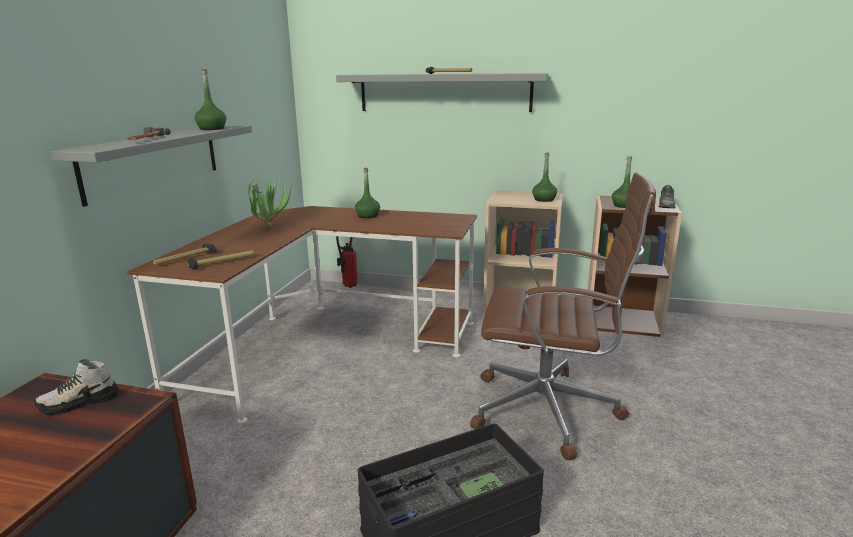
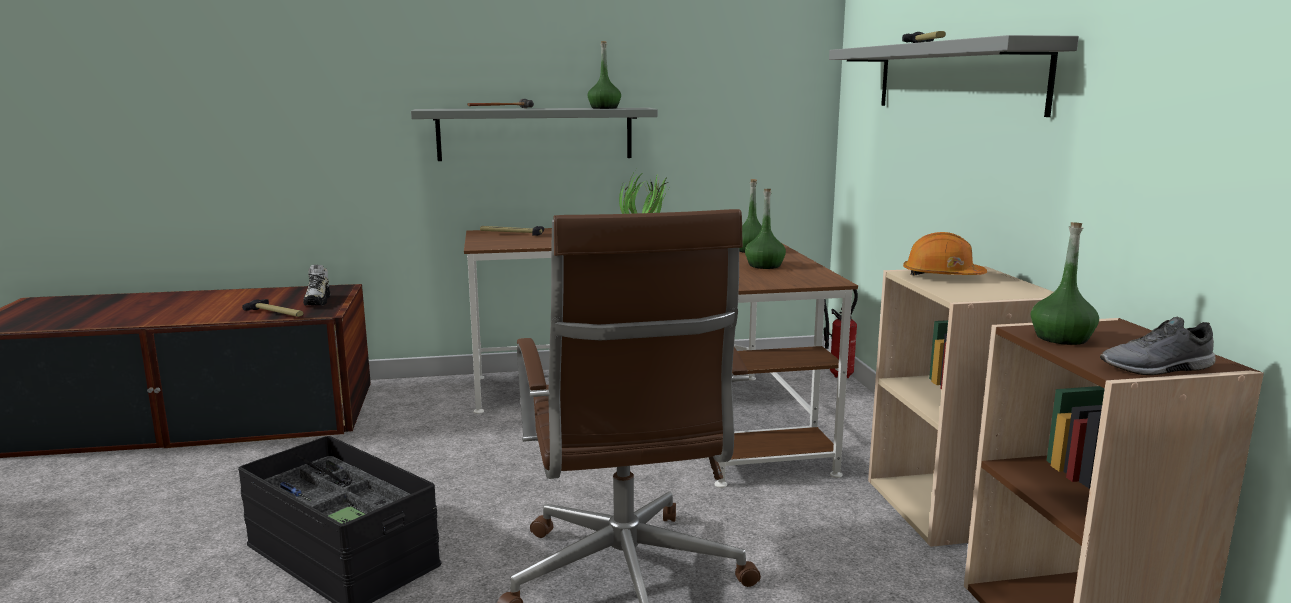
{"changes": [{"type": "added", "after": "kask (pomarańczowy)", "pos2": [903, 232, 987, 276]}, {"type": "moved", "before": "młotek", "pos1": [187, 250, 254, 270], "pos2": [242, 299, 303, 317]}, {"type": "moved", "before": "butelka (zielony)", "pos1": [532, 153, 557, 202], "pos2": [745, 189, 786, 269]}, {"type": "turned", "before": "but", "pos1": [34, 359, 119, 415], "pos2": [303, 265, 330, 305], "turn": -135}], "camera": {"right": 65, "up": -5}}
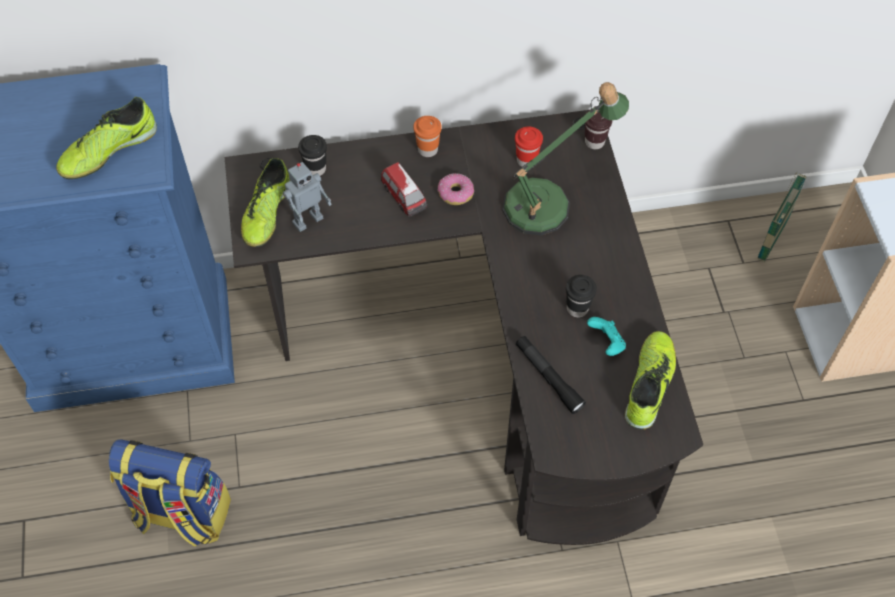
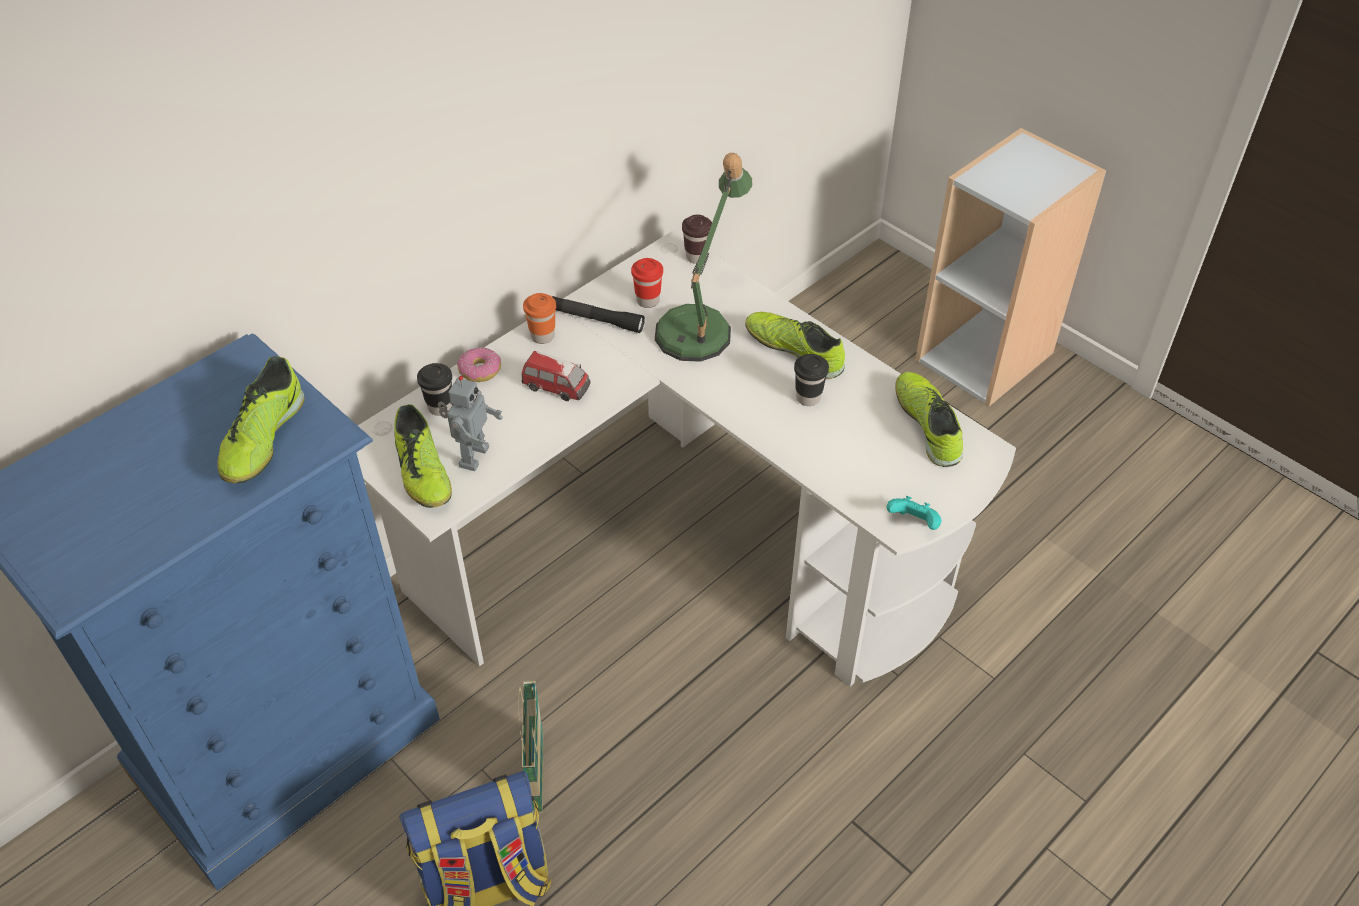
{"changes": [{"type": "added", "after": "but", "pos2": [745, 312, 845, 379]}, {"type": "moved", "before": "donut", "pos1": [437, 173, 474, 205], "pos2": [457, 347, 501, 382]}, {"type": "moved", "before": "latarka (czarny)", "pos1": [516, 336, 586, 414], "pos2": [552, 296, 645, 333]}, {"type": "moved", "before": "pad do gier (turkusowy)", "pos1": [587, 317, 626, 356], "pos2": [887, 496, 941, 530]}, {"type": "moved", "before": "koszyk", "pos1": [757, 172, 806, 262], "pos2": [519, 680, 543, 813]}, {"type": "recoloured", "before": "biurko (czarny)", "after": "biurko (biały)", "pos1": [225, 110, 703, 545], "pos2": [356, 229, 1016, 687]}], "camera": {"right": -35, "up": -10}}
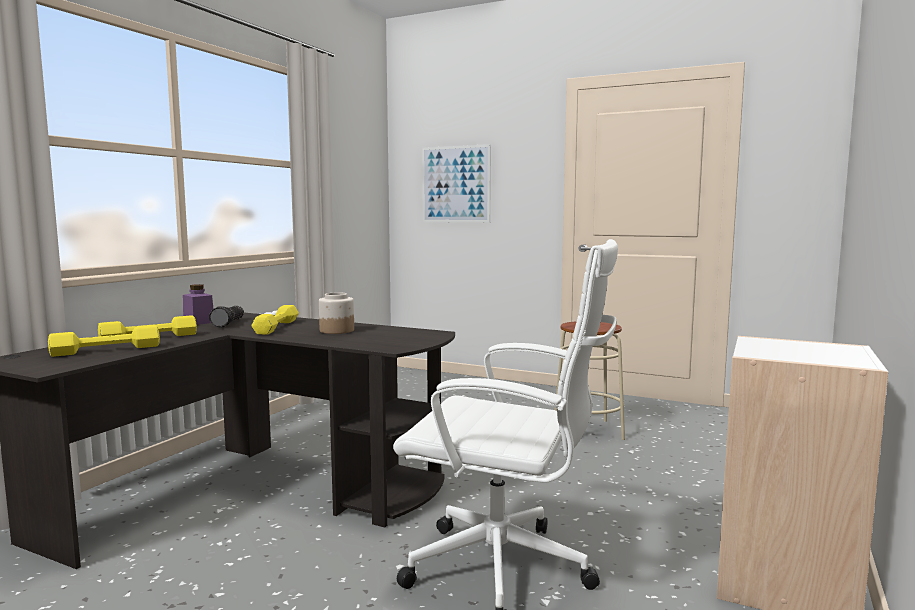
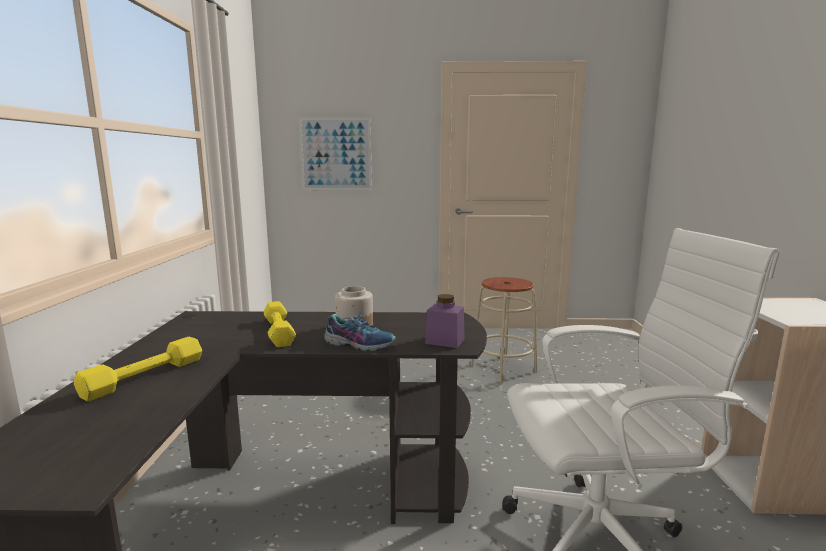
{"changes": [{"type": "removed", "before": "hantel (żółty)", "pos1": [48, 325, 160, 357]}, {"type": "removed", "before": "latarka", "pos1": [209, 306, 244, 327]}, {"type": "added", "after": "but", "pos2": [324, 310, 396, 352]}, {"type": "moved", "before": "słoik (fioletowy)", "pos1": [183, 284, 213, 325], "pos2": [425, 294, 465, 348]}], "camera": {"right": -25, "up": 5}}
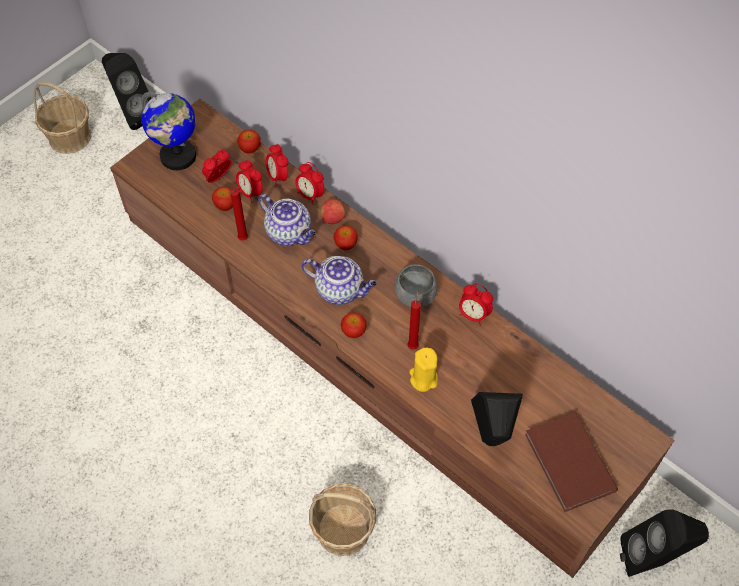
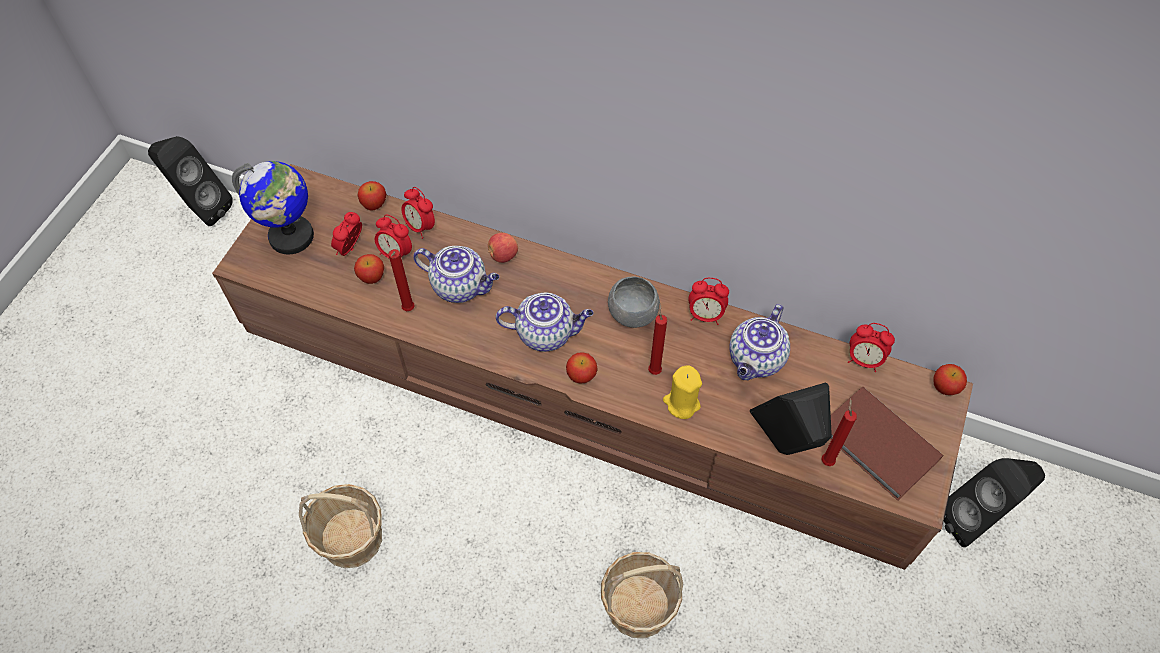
{"changes": [{"type": "added", "after": "imbryk", "pos2": [730, 304, 790, 380]}, {"type": "added", "after": "świeca (czerwony)", "pos2": [821, 398, 857, 466]}, {"type": "moved", "before": "koszyk", "pos1": [33, 82, 91, 154], "pos2": [299, 484, 382, 568]}, {"type": "moved", "before": "budzik", "pos1": [295, 162, 324, 205], "pos2": [848, 323, 895, 372]}, {"type": "moved", "before": "jabłko", "pos1": [334, 225, 358, 250], "pos2": [933, 364, 967, 395]}], "camera": {"right": -20, "up": 0}}
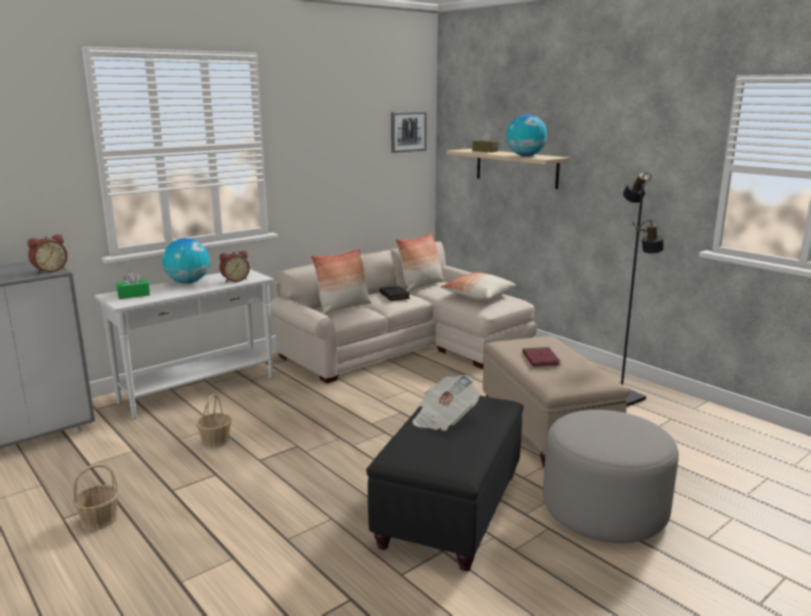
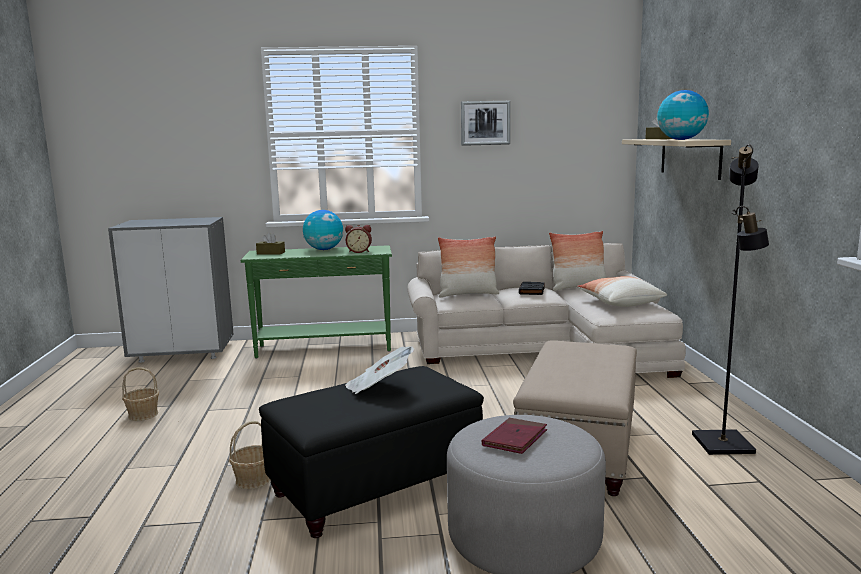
{"changes": [{"type": "removed", "before": "budzik", "pos1": [28, 234, 68, 274]}, {"type": "moved", "before": "koszyk", "pos1": [196, 394, 232, 448], "pos2": [229, 421, 271, 489]}, {"type": "moved", "before": "obraz", "pos1": [391, 111, 427, 153], "pos2": [461, 101, 510, 146]}, {"type": "moved", "before": "książka (czerwony)", "pos1": [523, 347, 560, 367], "pos2": [482, 418, 547, 454]}, {"type": "recoloured", "before": "stolik konsolowy (biały)", "after": "stolik konsolowy (zielony)", "pos1": [95, 269, 274, 419], "pos2": [241, 245, 392, 359]}, {"type": "recoloured", "before": "pudełko chusteczek (zielony)", "after": "pudełko chusteczek (brązowy)", "pos1": [116, 271, 150, 299], "pos2": [256, 232, 285, 255]}], "camera": {"right": 35, "up": -5}}
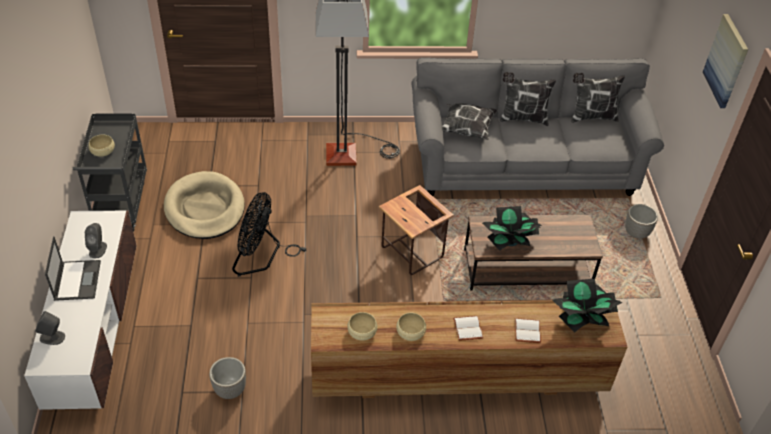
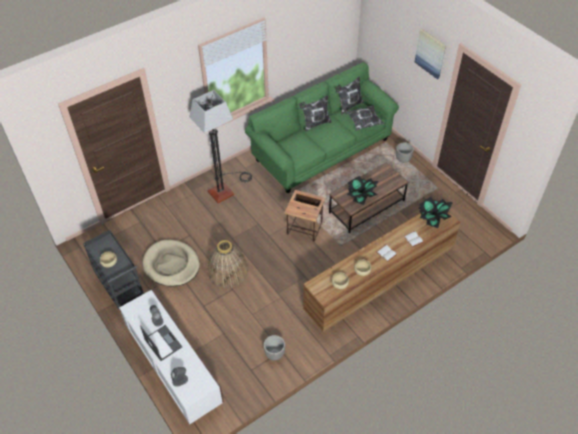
{"changes": [{"type": "moved", "before": "poduszka", "pos1": [442, 103, 498, 140], "pos2": [344, 105, 384, 130]}, {"type": "replaced", "before": "wentylator (czarny)", "after": "koszyk", "pos1": [232, 192, 306, 277], "pos2": [208, 240, 248, 288]}, {"type": "recoloured", "before": "kanapa (szary)", "after": "kanapa (zielony)", "pos1": [412, 58, 664, 196], "pos2": [245, 62, 399, 193]}], "camera": {"right": -30, "up": 5}}
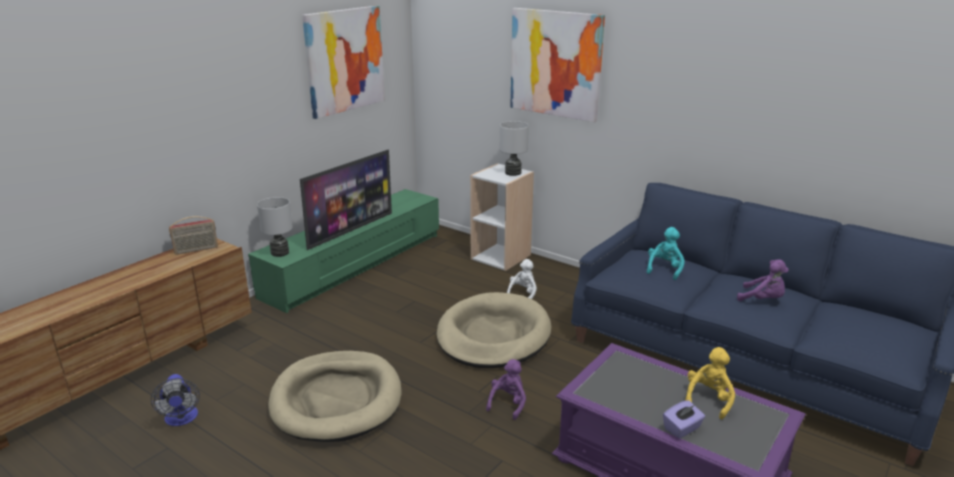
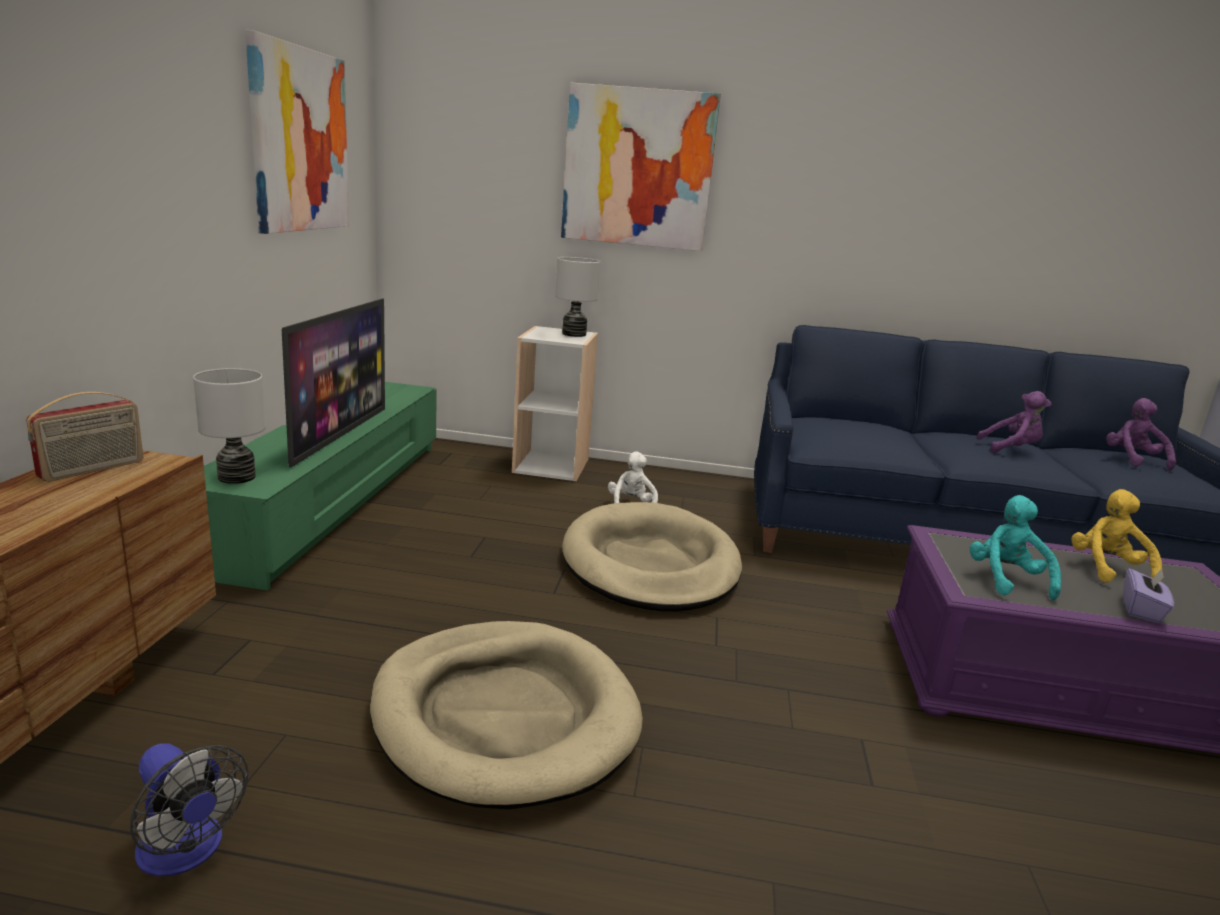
{"changes": [{"type": "moved", "before": "pluszak (fioletowy)", "pos1": [486, 359, 526, 420], "pos2": [1106, 398, 1176, 470]}, {"type": "moved", "before": "pluszak (turkusowy)", "pos1": [647, 227, 685, 280], "pos2": [970, 495, 1061, 600]}], "camera": {"right": -30, "up": -5}}
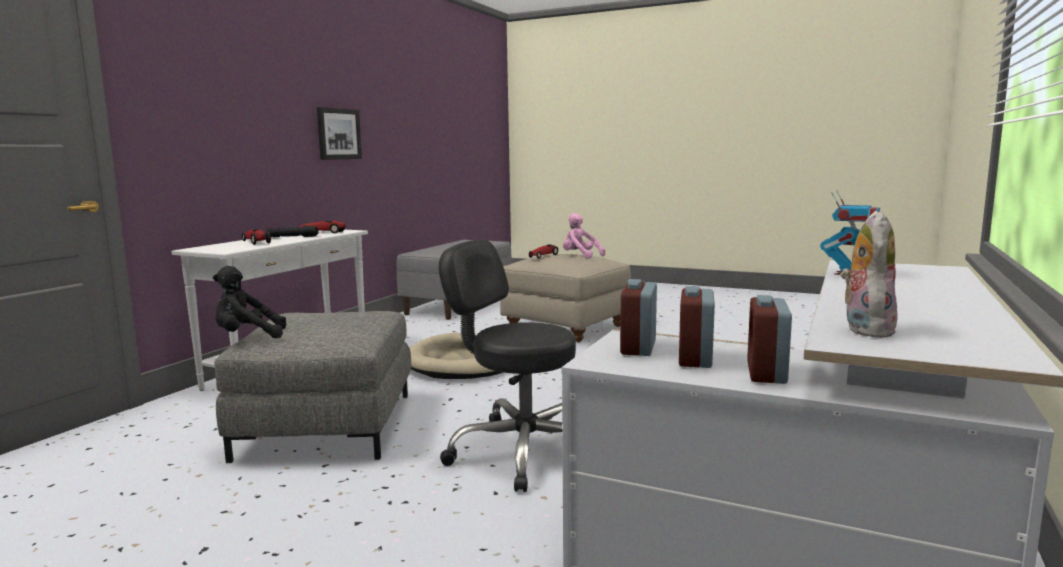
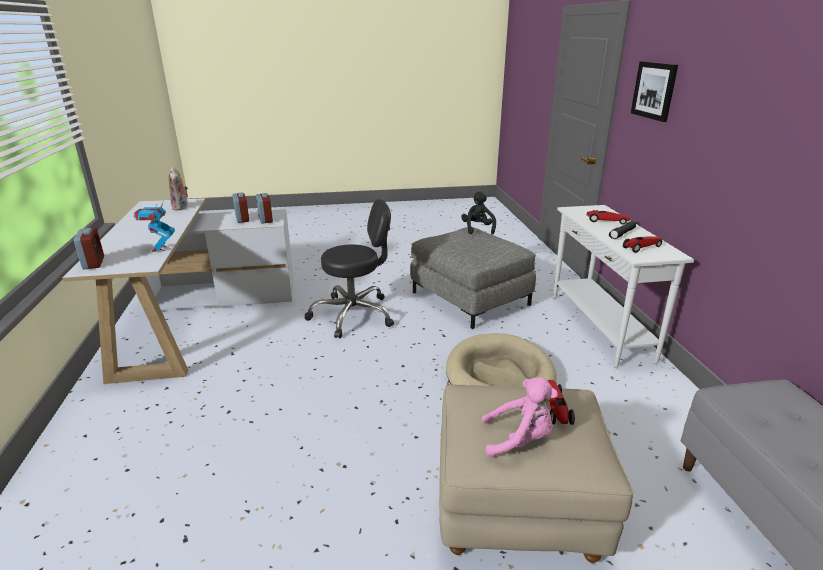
{"changes": [{"type": "moved", "before": "obraz", "pos1": [317, 107, 362, 160], "pos2": [631, 61, 678, 122]}, {"type": "moved", "before": "budzik", "pos1": [747, 295, 792, 384], "pos2": [74, 227, 104, 270]}, {"type": "turned", "before": "pluszak (czarny)", "pos1": [213, 266, 286, 338], "pos2": [461, 192, 496, 235], "turn": -45}], "camera": {"right": 145, "up": 15}}
